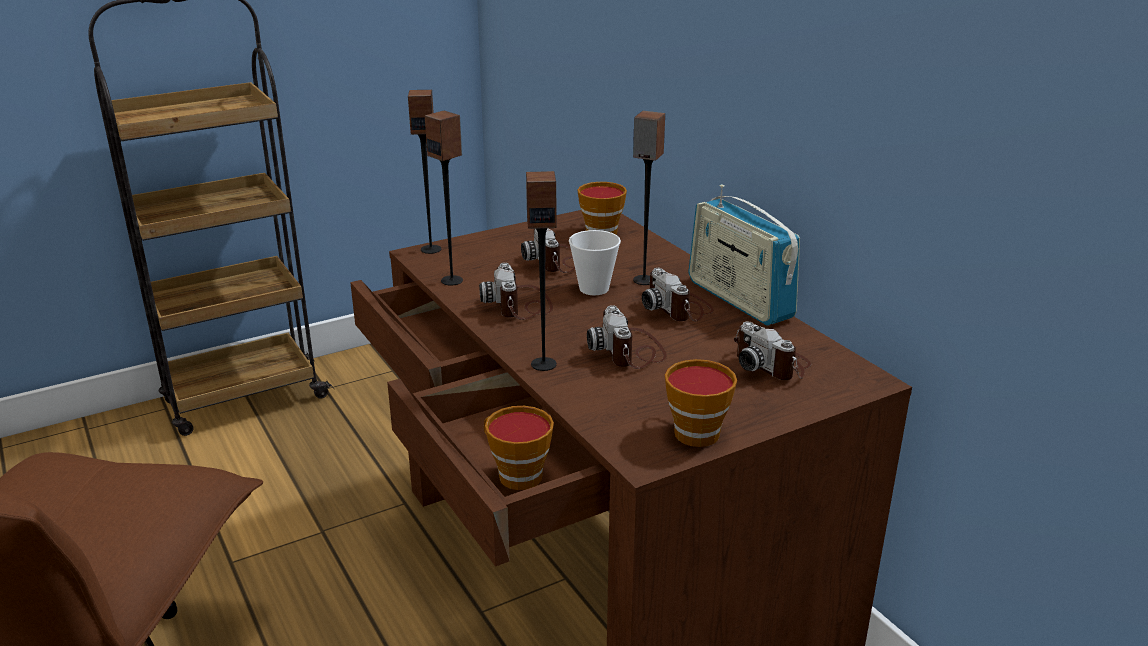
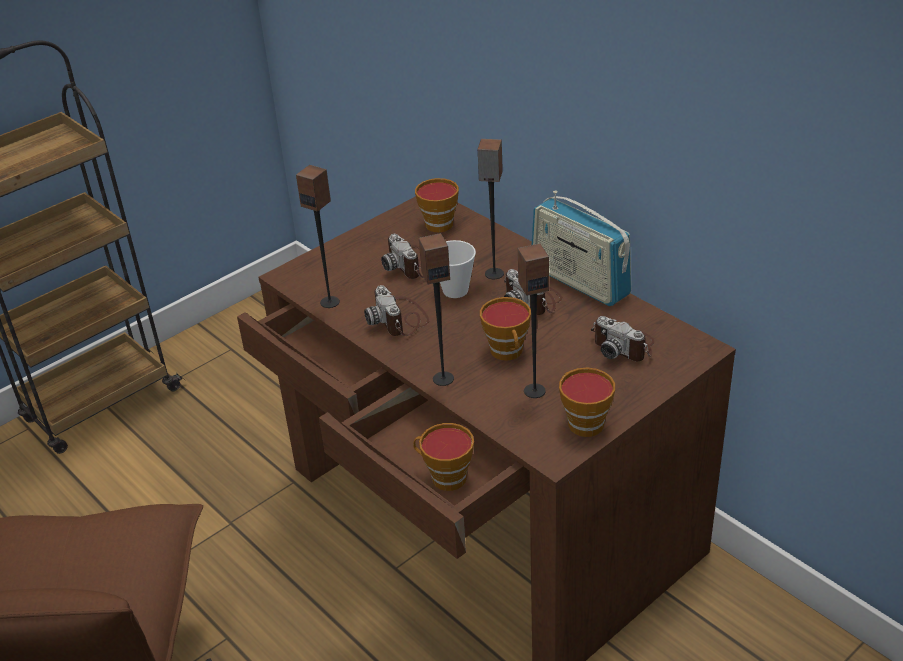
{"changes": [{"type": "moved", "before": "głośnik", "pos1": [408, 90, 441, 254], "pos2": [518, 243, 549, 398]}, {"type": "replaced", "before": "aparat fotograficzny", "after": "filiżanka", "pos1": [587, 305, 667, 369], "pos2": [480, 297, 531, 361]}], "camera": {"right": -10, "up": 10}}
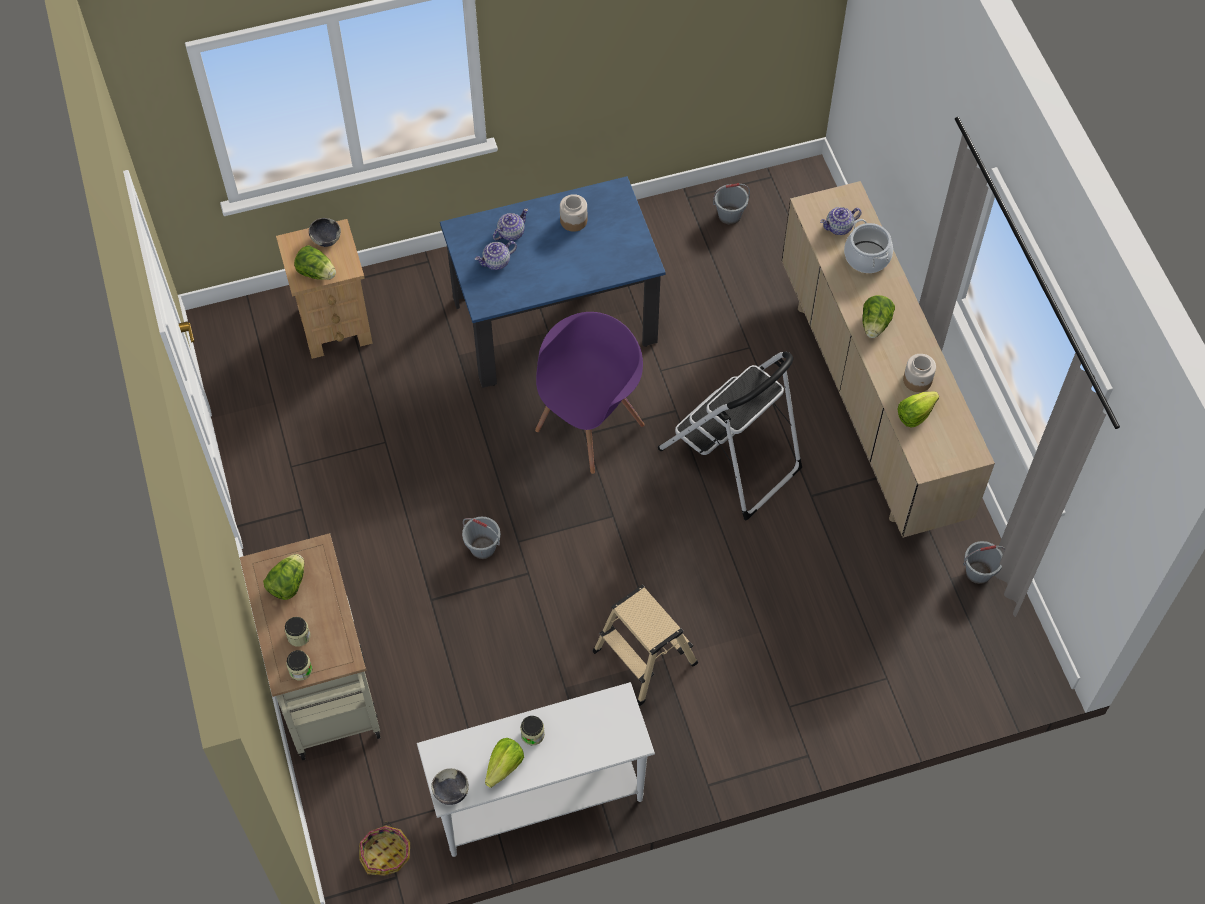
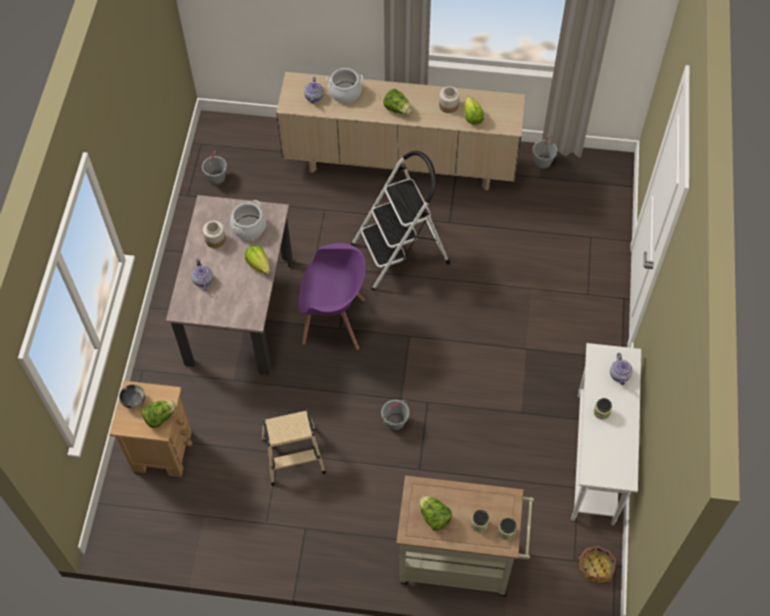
{"changes": [{"type": "removed", "before": "miska", "pos1": [431, 768, 469, 805]}, {"type": "added", "after": "garnek", "pos2": [230, 200, 266, 240]}, {"type": "moved", "before": "imbryk", "pos1": [475, 241, 517, 270], "pos2": [610, 353, 633, 385]}, {"type": "moved", "before": "sałata", "pos1": [485, 738, 524, 788], "pos2": [245, 245, 270, 275]}, {"type": "moved", "before": "drabinka (beżowy)", "pos1": [593, 584, 698, 706], "pos2": [261, 410, 326, 486]}, {"type": "recoloured", "before": "stół jadalny (niebieski)", "after": "stół jadalny (beżowy)", "pos1": [440, 176, 666, 388], "pos2": [166, 195, 293, 375]}, {"type": "turned", "before": "krzesło (fioletowy)", "pos1": [535, 312, 645, 474], "pos2": [298, 243, 366, 350], "turn": 120}], "camera": {"right": -65, "up": 0}}
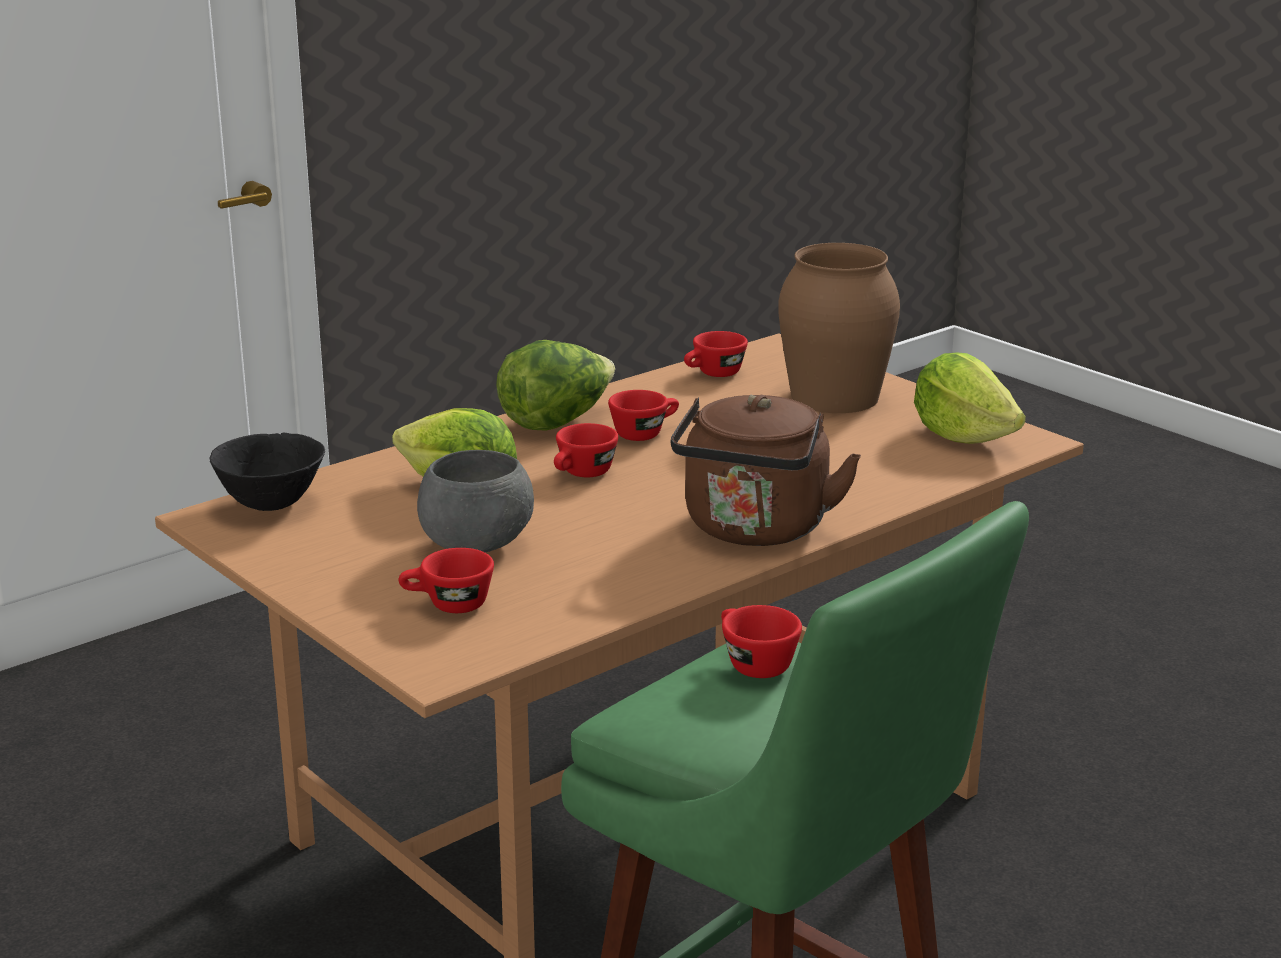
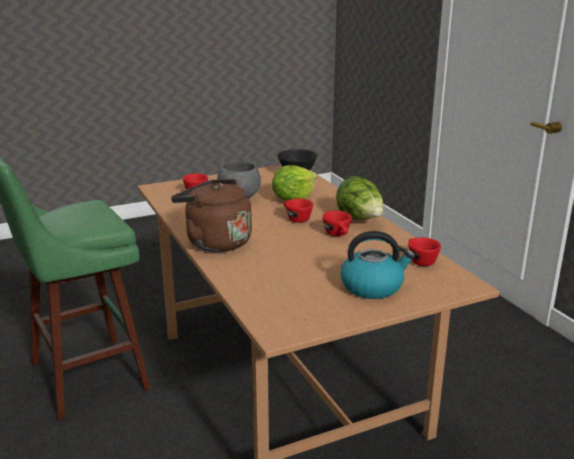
{"changes": [{"type": "removed", "before": "filiżanka (czerwony)", "pos1": [721, 605, 802, 678]}, {"type": "removed", "before": "sałata", "pos1": [914, 352, 1026, 444]}, {"type": "replaced", "before": "wazon (brązowy)", "after": "czajnik", "pos1": [778, 243, 900, 413], "pos2": [340, 231, 415, 299]}], "camera": {"right": 105, "up": 0}}
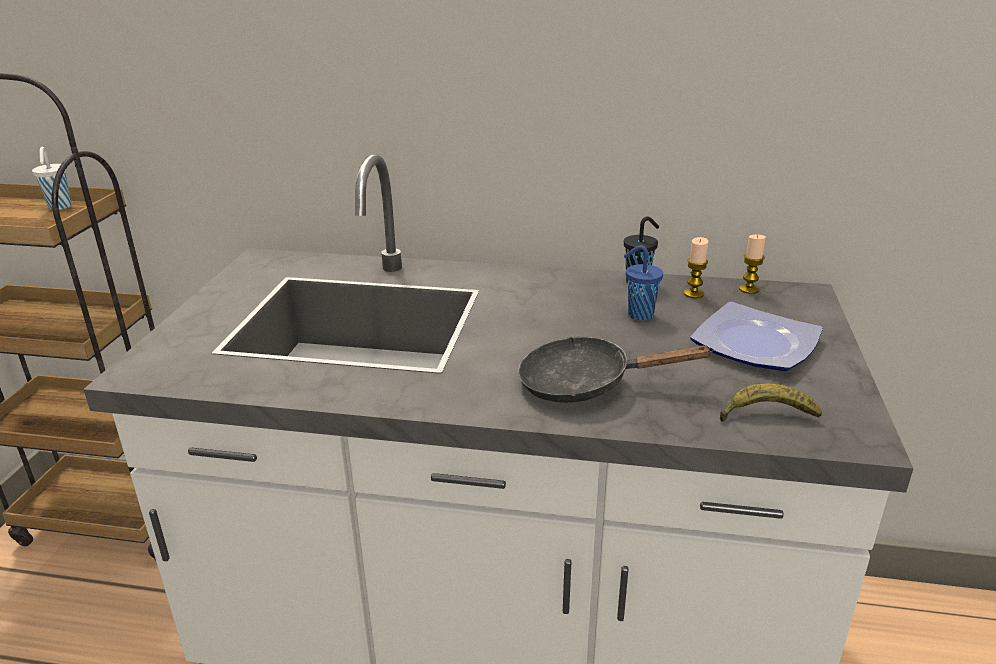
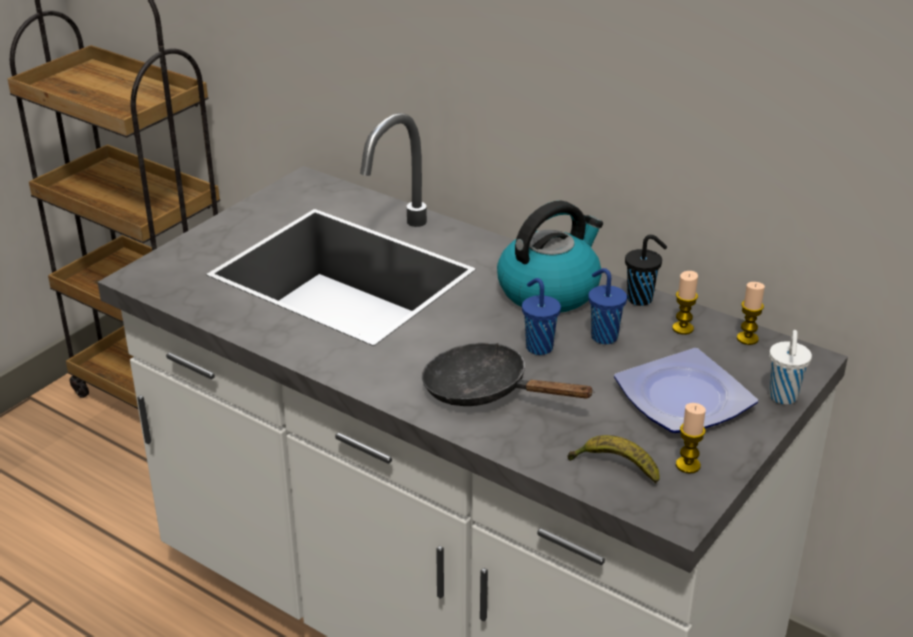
{"changes": [{"type": "added", "after": "czajnik", "pos2": [497, 201, 603, 313]}, {"type": "added", "after": "filiżanka (niebieski)", "pos2": [522, 278, 561, 355]}, {"type": "added", "after": "świeca", "pos2": [676, 403, 706, 474]}, {"type": "moved", "before": "filiżanka (biały)", "pos1": [32, 147, 72, 210], "pos2": [769, 330, 812, 404]}], "camera": {"right": 25, "up": 5}}
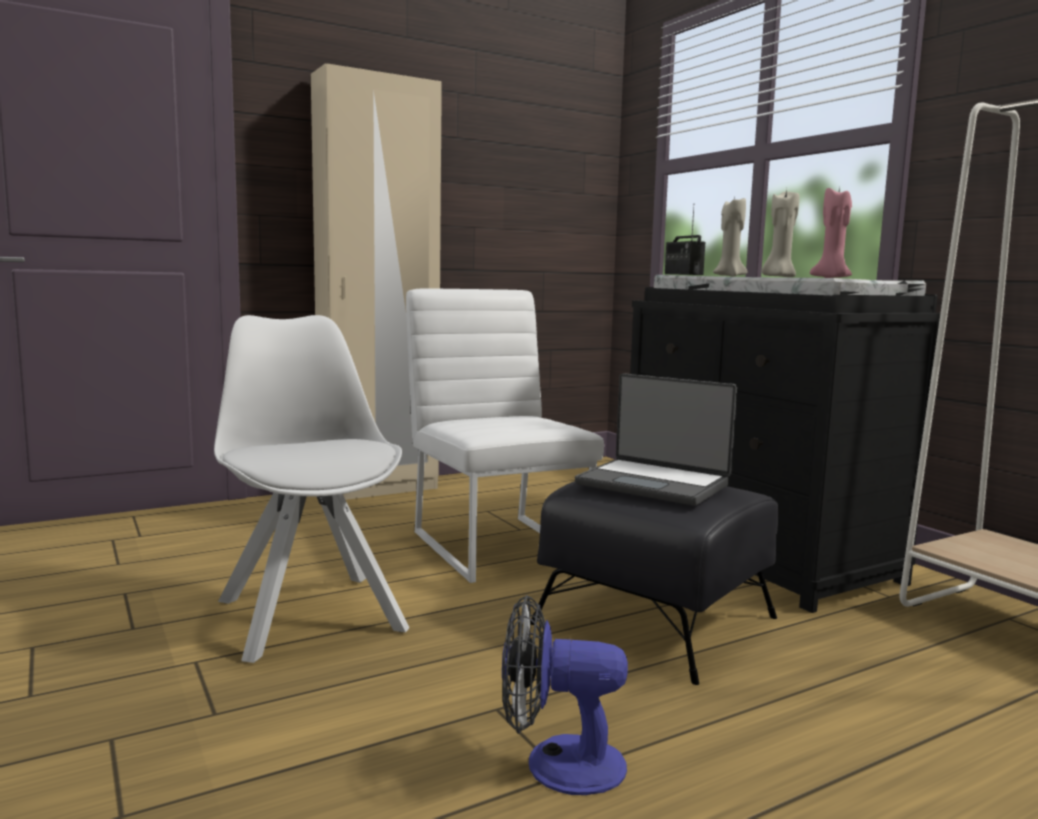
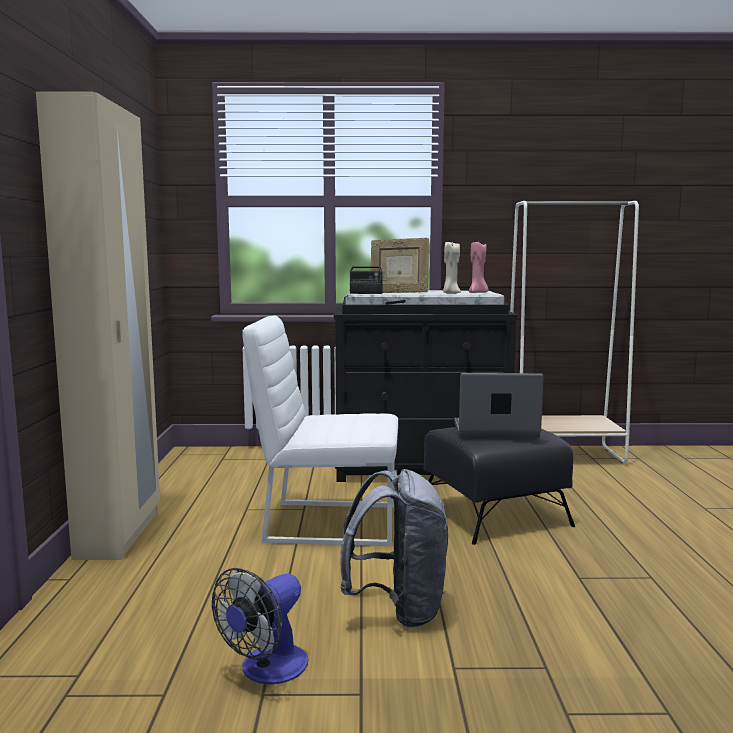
{"changes": [{"type": "moved", "before": "wentylator", "pos1": [502, 595, 628, 795], "pos2": [212, 568, 309, 684]}, {"type": "replaced", "before": "krzesło (biały)", "after": "plecak (szary)", "pos1": [214, 315, 409, 663], "pos2": [340, 469, 448, 628]}, {"type": "replaced", "before": "świeca (beżowy)", "after": "ramka na zdjęcie", "pos1": [713, 198, 747, 276], "pos2": [371, 238, 429, 293]}, {"type": "turned", "before": "laptop", "pos1": [575, 373, 737, 506], "pos2": [454, 373, 544, 438], "turn": -150}], "camera": {"right": -60, "up": 0}}
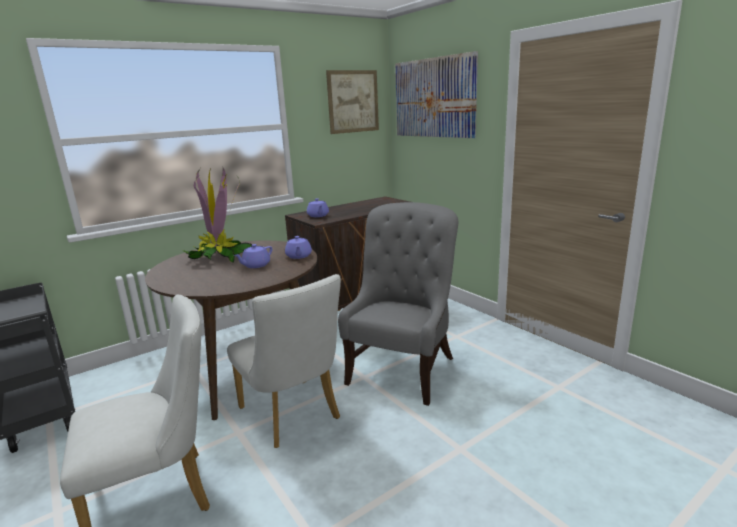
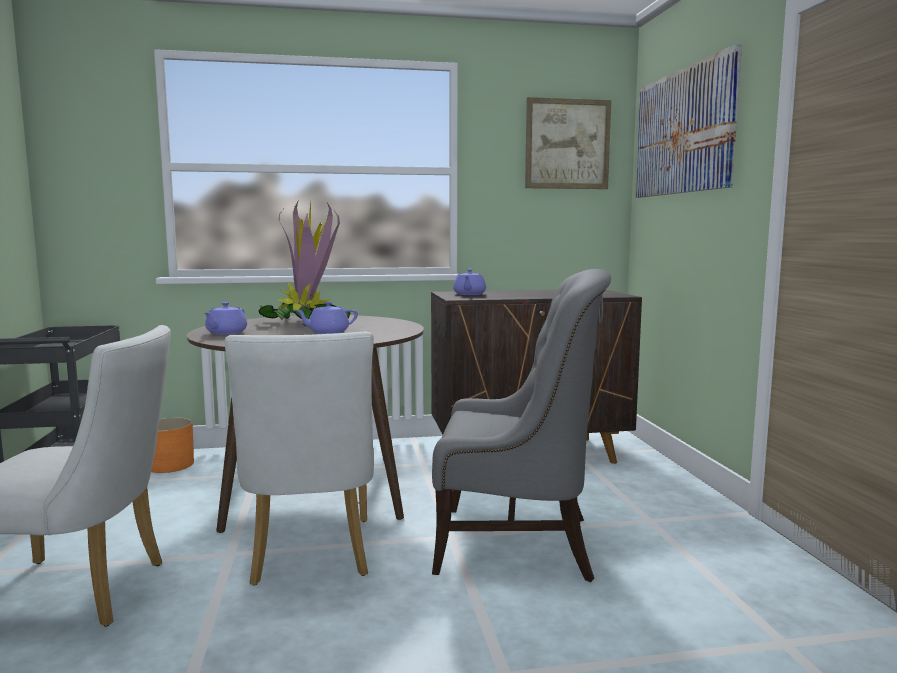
{"changes": [{"type": "added", "after": "donica (pomarańczowy)", "pos2": [151, 418, 194, 473]}, {"type": "moved", "before": "imbryk (fioletowy)", "pos1": [285, 236, 312, 259], "pos2": [204, 302, 247, 335]}, {"type": "turned", "before": "krzesło (szary)", "pos1": [338, 202, 458, 406], "pos2": [432, 269, 611, 582], "turn": 45}], "camera": {"right": 25, "up": -10}}
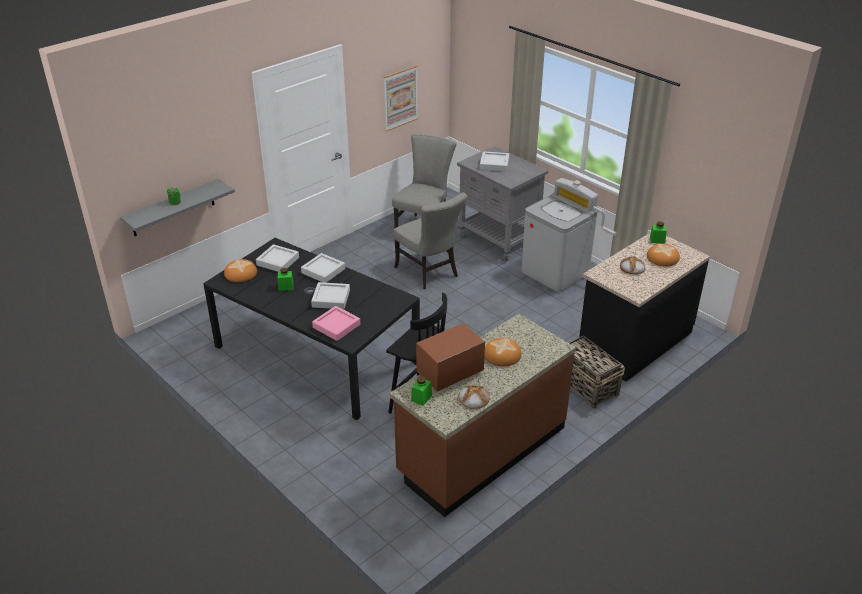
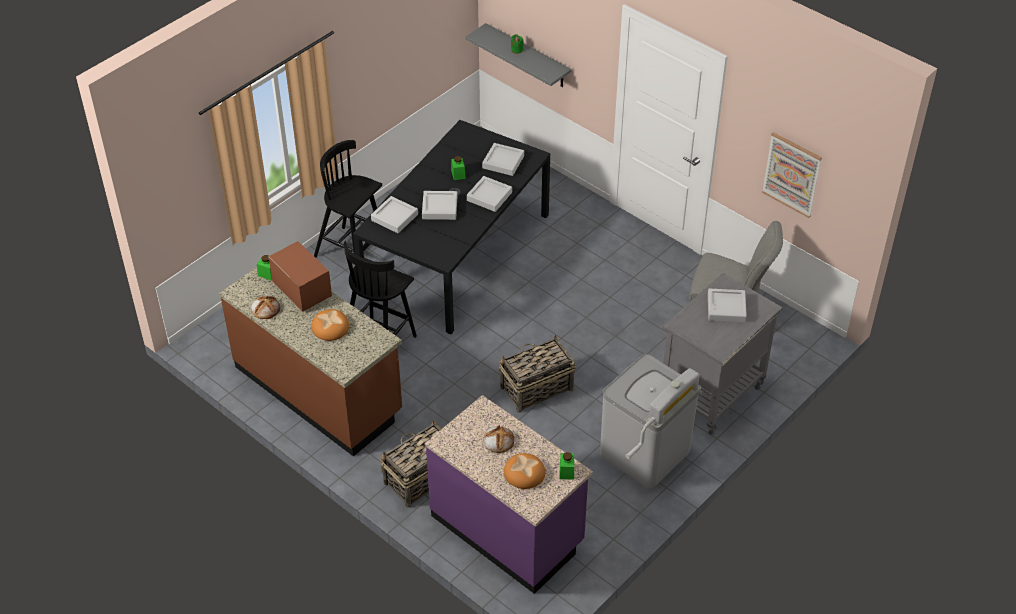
{"changes": [{"type": "removed", "before": "chleb", "pos1": [224, 259, 257, 282]}, {"type": "removed", "before": "krzesło (szary)", "pos1": [393, 192, 467, 289]}, {"type": "added", "after": "stołek (czarny)", "pos2": [314, 140, 382, 258]}, {"type": "added", "after": "koszyk", "pos2": [499, 335, 576, 412]}, {"type": "recoloured", "before": "taca (różowy)", "after": "taca (szary)", "pos1": [312, 306, 360, 341], "pos2": [371, 196, 418, 233]}, {"type": "recoloured", "before": "zabudowa kuchenna (czarny)", "after": "zabudowa kuchenna (fioletowy)", "pos1": [579, 232, 710, 382], "pos2": [425, 395, 593, 594]}], "camera": {"right": 85, "up": 10}}
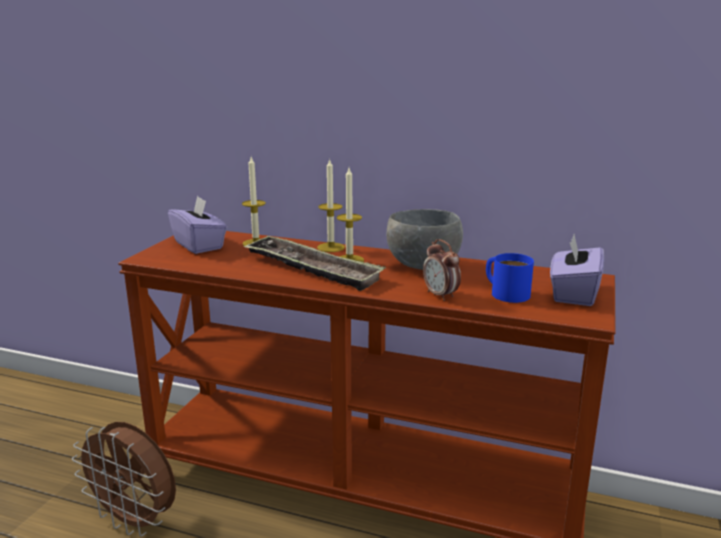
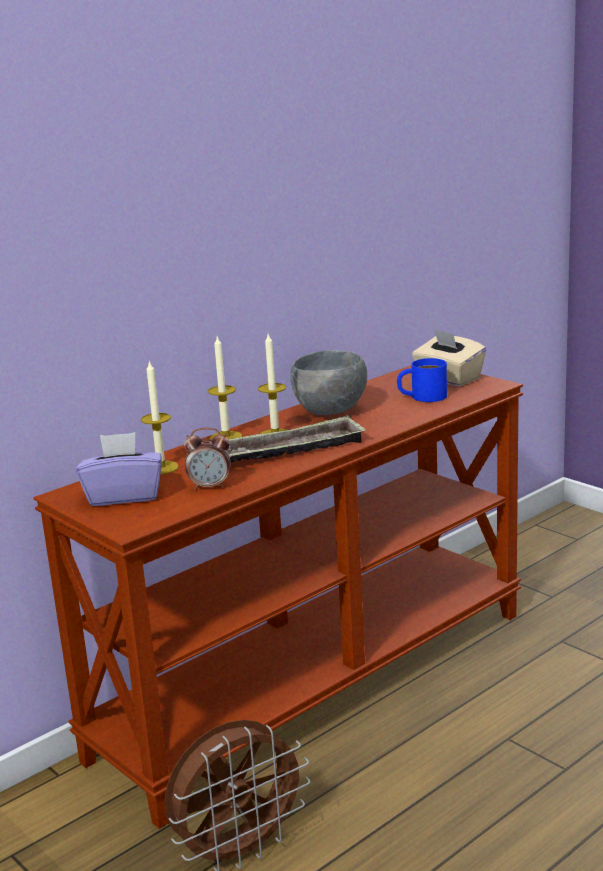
{"changes": [{"type": "moved", "before": "budzik", "pos1": [423, 239, 461, 301], "pos2": [184, 427, 231, 490]}, {"type": "recoloured", "before": "pudełko chusteczek (fioletowy)", "after": "pudełko chusteczek (beżowy)", "pos1": [550, 234, 604, 306], "pos2": [412, 329, 486, 386]}], "camera": {"right": -60, "up": 0}}
